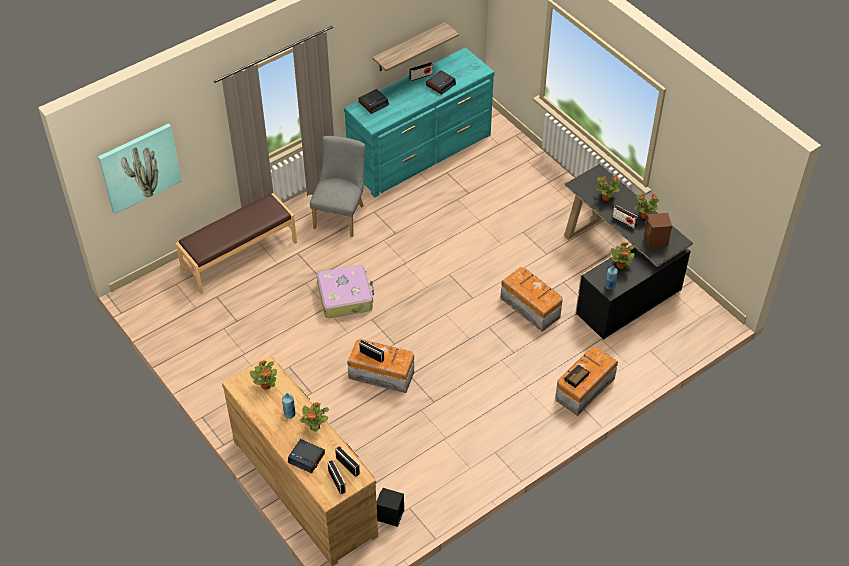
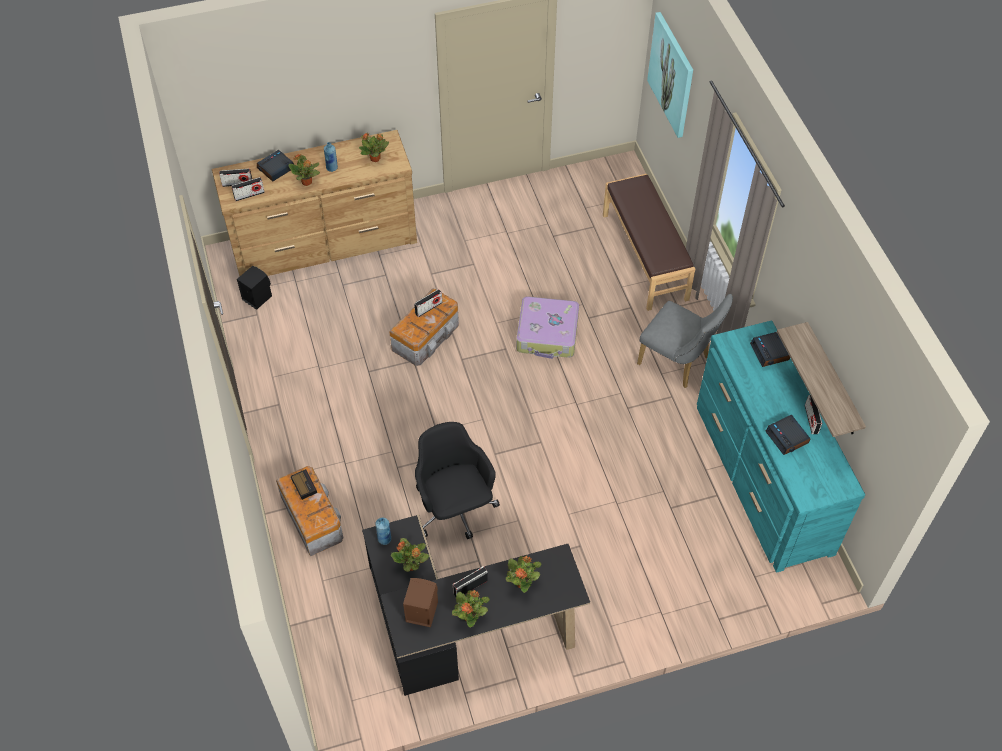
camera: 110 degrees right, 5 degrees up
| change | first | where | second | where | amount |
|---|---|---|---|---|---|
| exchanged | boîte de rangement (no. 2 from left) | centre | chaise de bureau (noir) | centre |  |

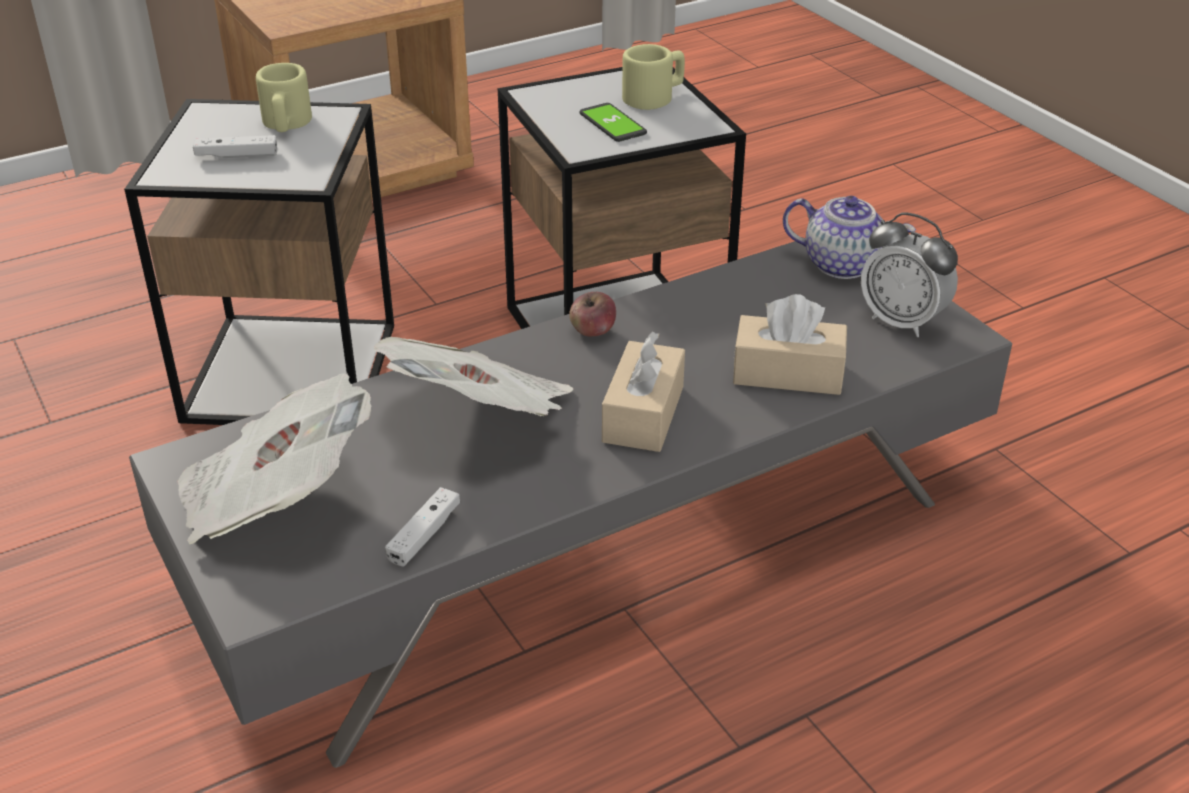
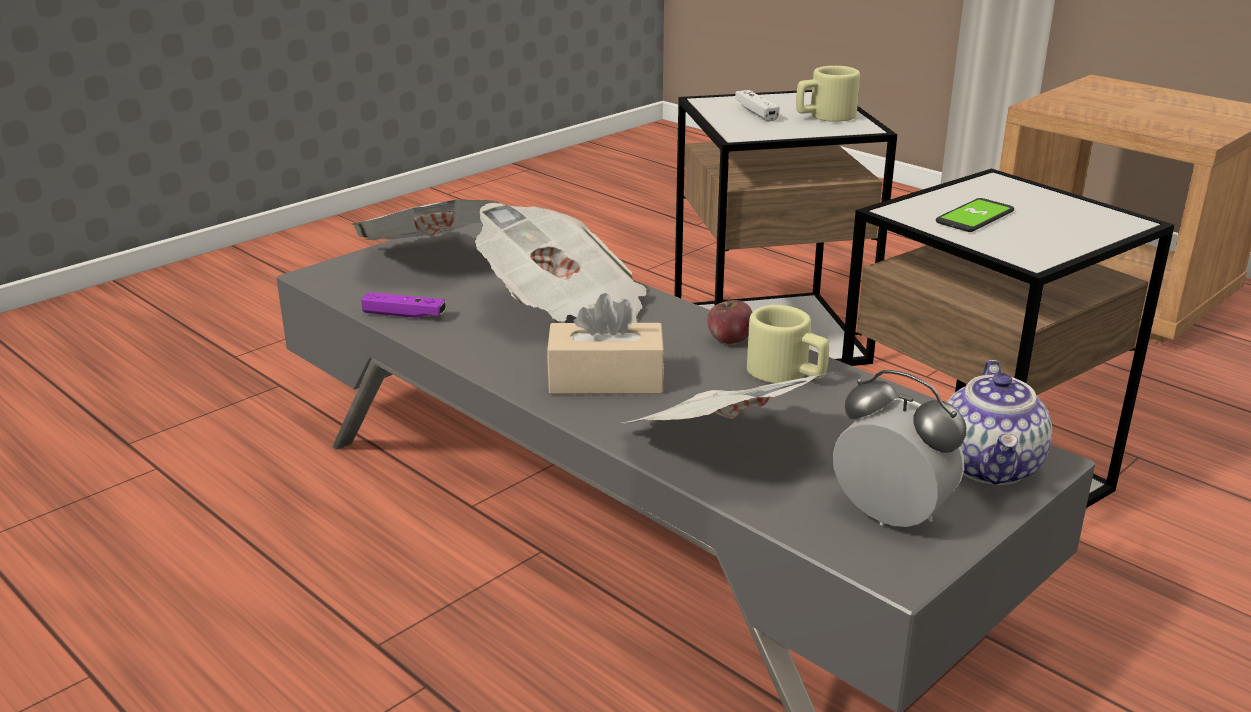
camera: 75 degrees right, 10 degrees down
| change | first | where | second | where | amount |
|---|---|---|---|---|---|
| colour | manette (blanc) (no. 2 from left) | centre | manette (violet) | middle left |  |
| relocated | mug (beige) (no. 2 from left in the first image) | top centre | mug (beige) (no. 1 from left) | centre |  |
| exchanged | boîte à mouchoirs (beige) (no. 2 from left) | centre | journal (no. 3 from left) | centre |  |
| spun | réveil | middle right |  | middle right | 105 degrees clockwise |

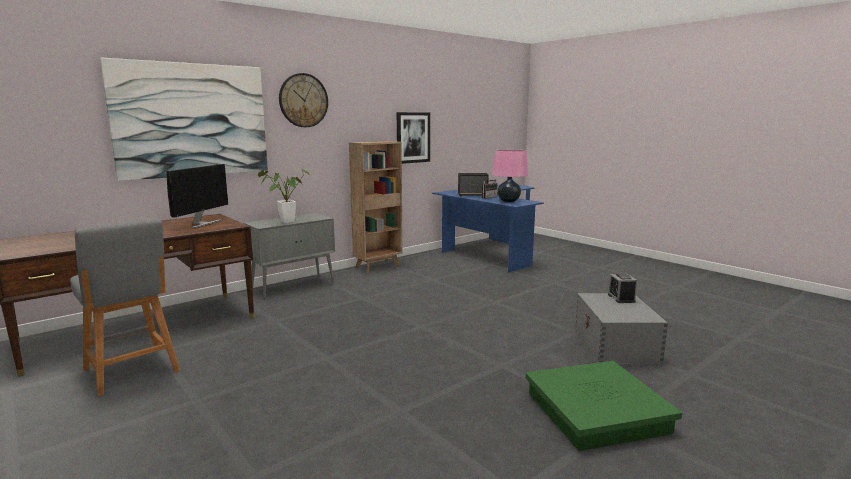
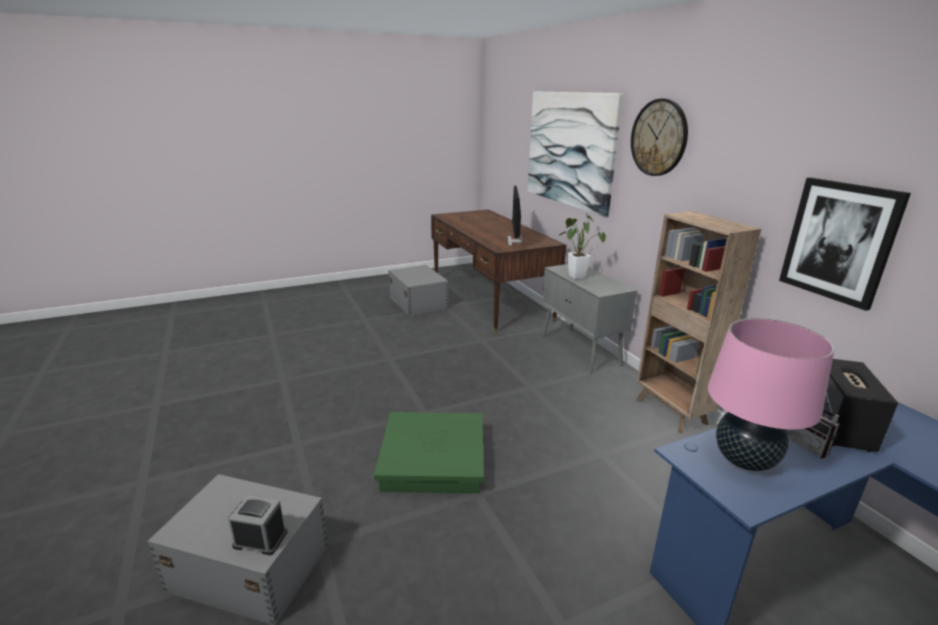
camera: 105 degrees right, 10 degrees up
| change | first | where | second | where | amount |
|---|---|---|---|---|---|
| exchanged | tabouret (gris) | middle left | boîte de rangement (gris) (no. 2 from left) | centre |  |
| spun | écran d'ordinateur | middle left |  | centre | 60 degrees clockwise |
| relocated | boîte de rangement (vert) | bottom right |  | bottom centre |  |

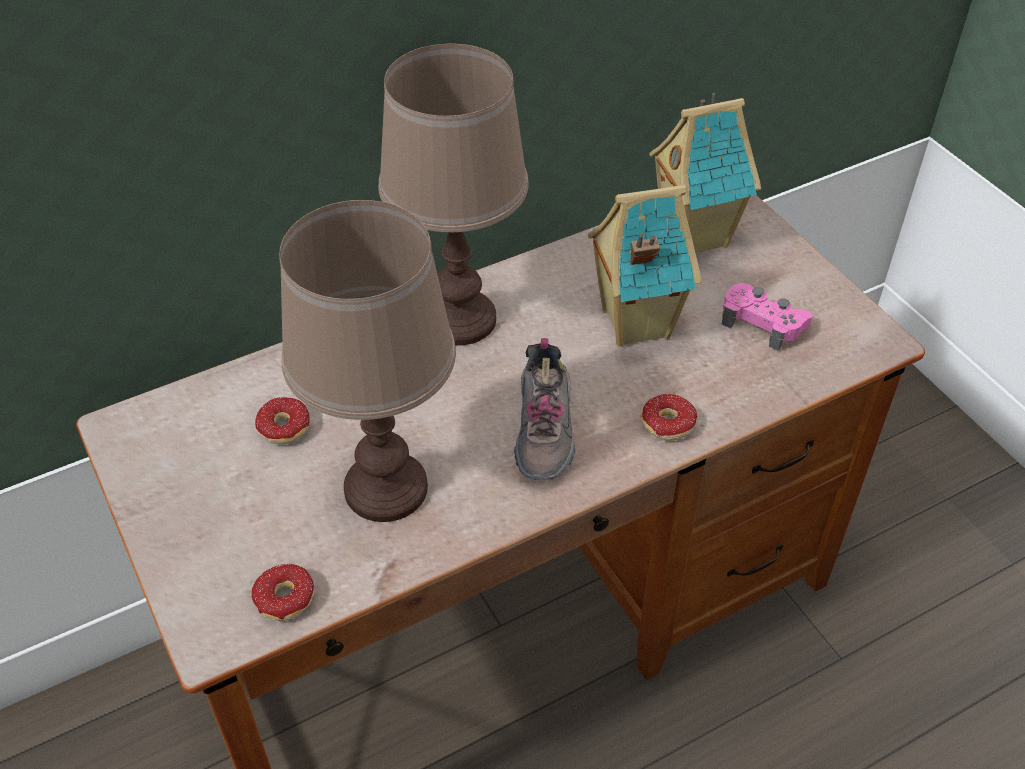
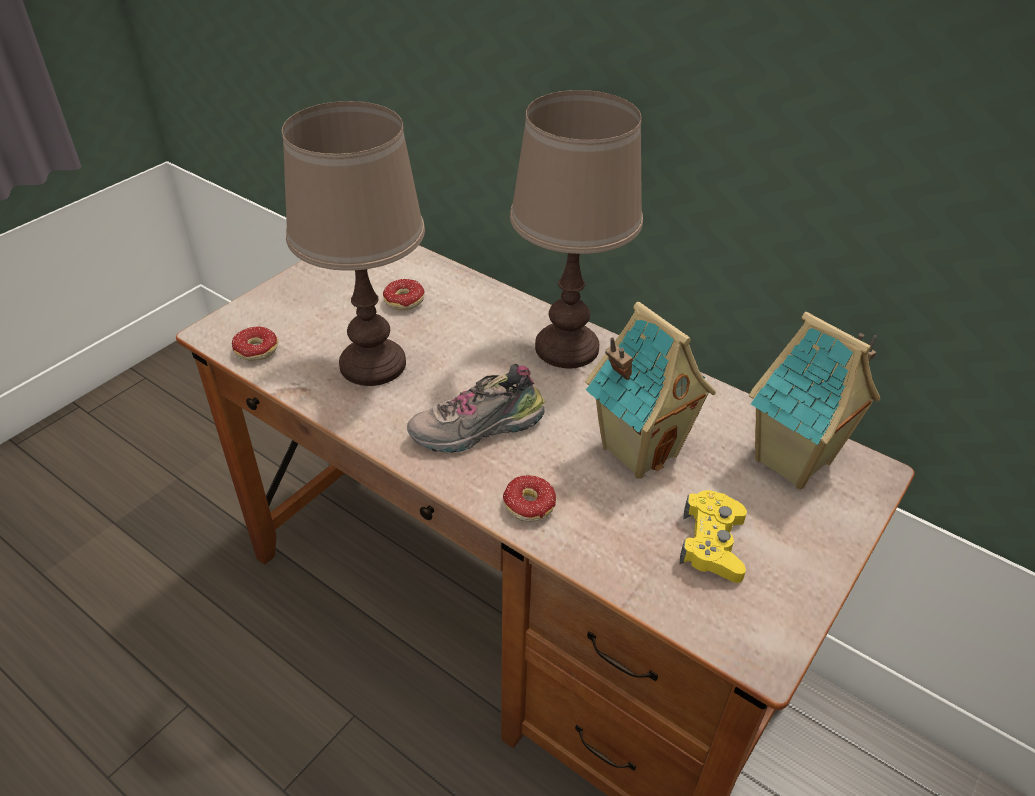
camera: 65 degrees right, 5 degrees down
| change | first | where | second | where | amount |
|---|---|---|---|---|---|
| colour | manette (rose) | middle right | manette (jaune) | bottom right |  |

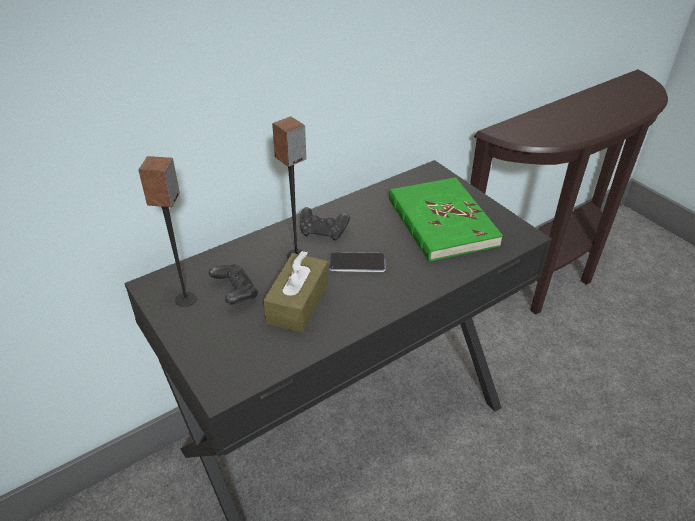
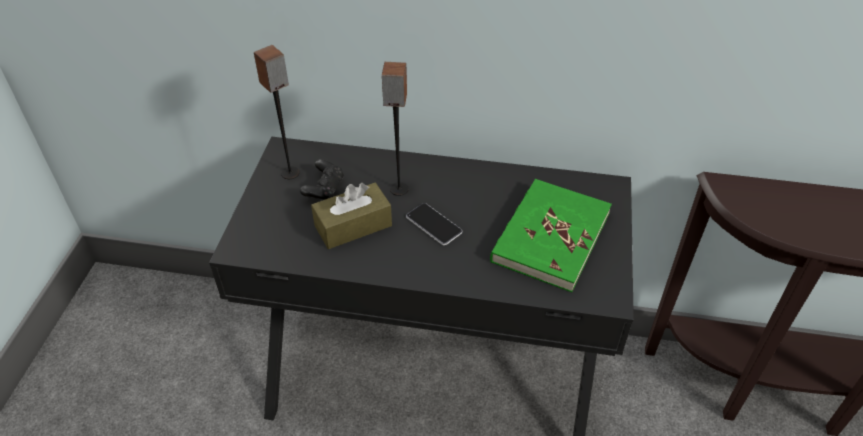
camera: 45 degrees right, 5 degrees up
| change | first | where | second | where | amount |
|---|---|---|---|---|---|
| missing | manette (noir) (no. 2 from left) | centre |  |  |  |

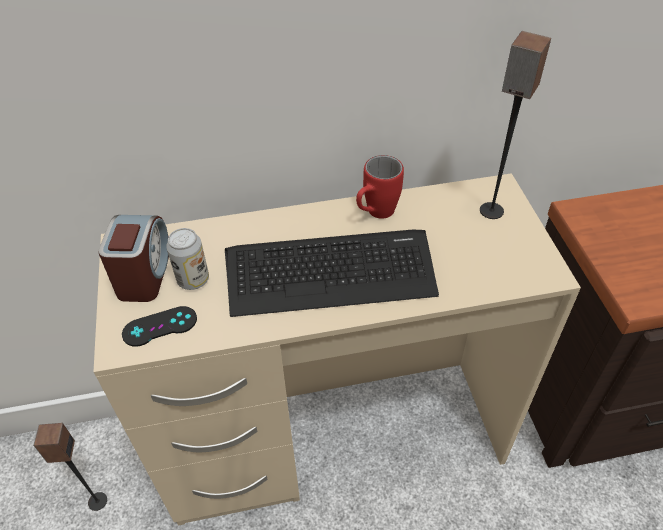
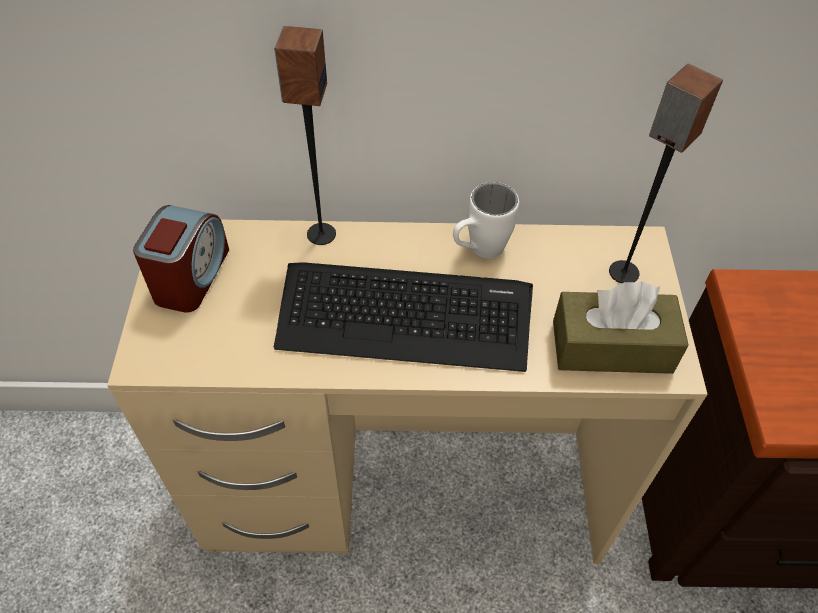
camera: 10 degrees right, 5 degrees up
| change | first | where | second | where | amount |
|---|---|---|---|---|---|
| relocated | enceinte (no. 1 from left) | bottom left |  | top centre |  |
| missing | manette (noir) | middle left |  |  |  |
| missing | boîte métallique | middle left |  |  |  |
| colour | mug (rouge) | centre | mug (blanc) | centre |  |
| appeared |  |  | boîte à mouchoirs (marron) | middle right |  |

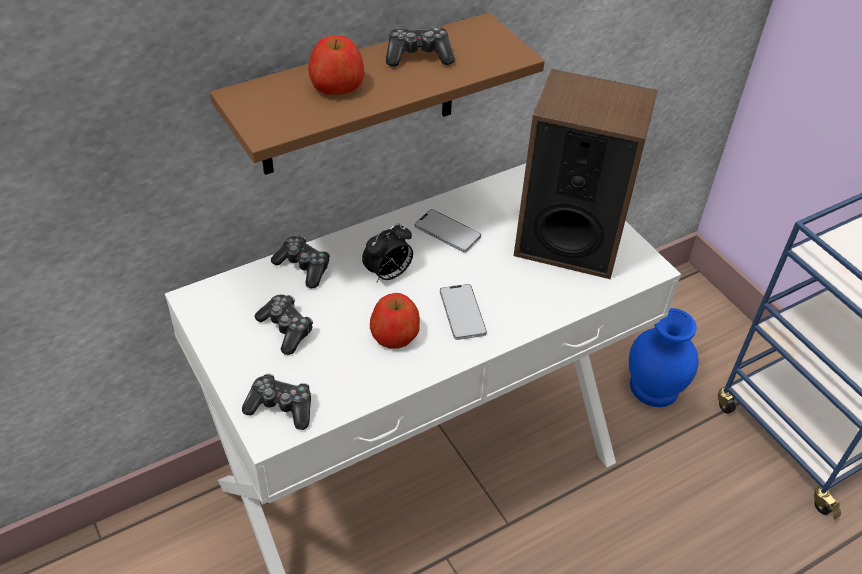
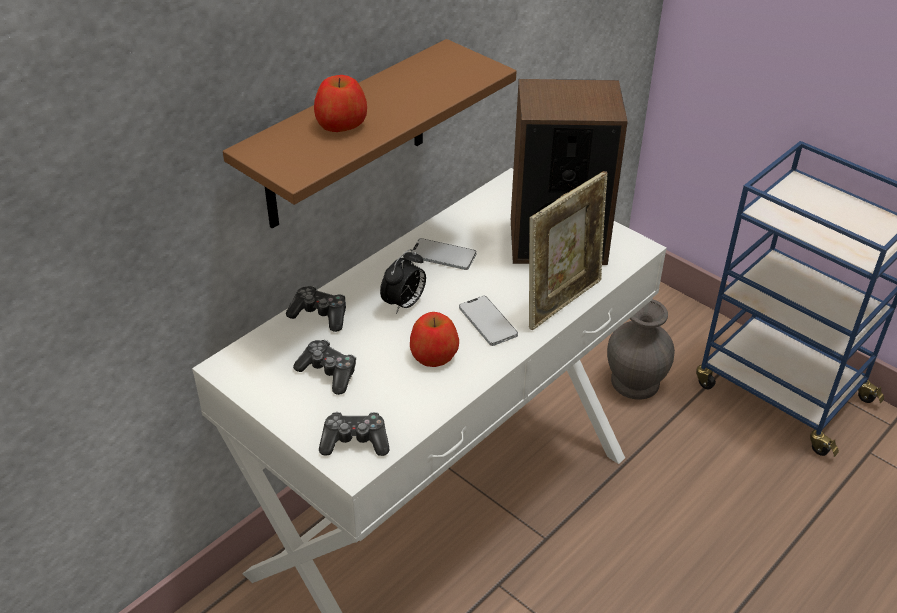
camera: 15 degrees left, 5 degrees down
| change | first | where | second | where | amount |
|---|---|---|---|---|---|
| missing | manette (no. 4 from left) | top centre |  |  |  |
| colour | vase (bleu) | middle right | vase (gris) | middle right |  |
| appeared |  |  | cadre photo | centre |  |

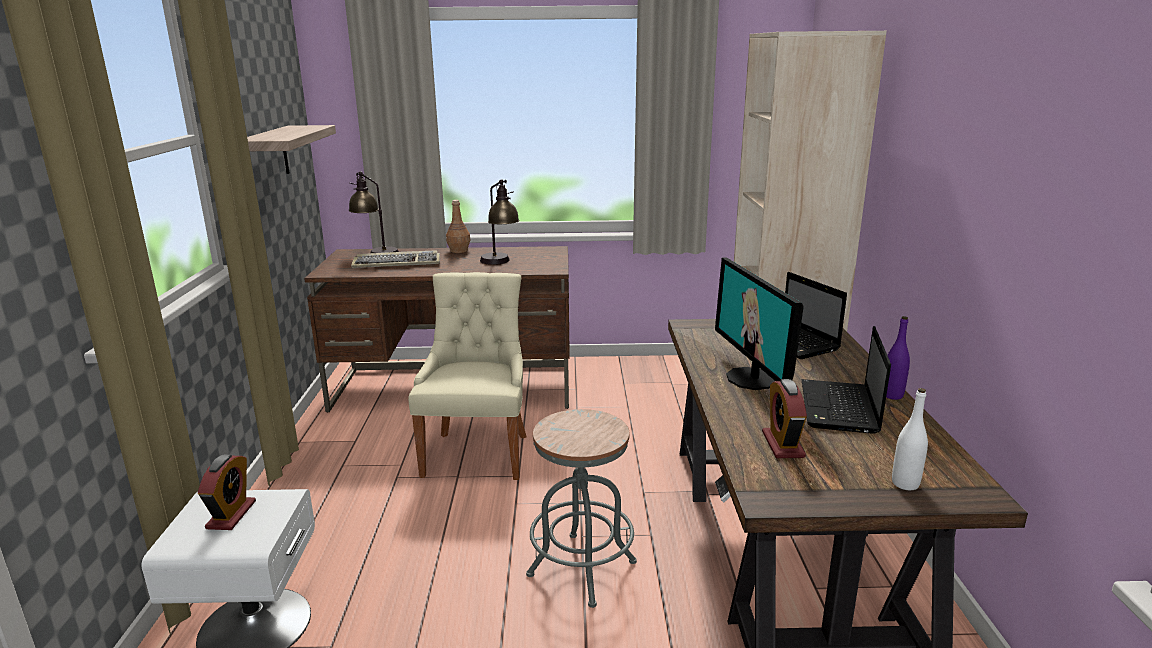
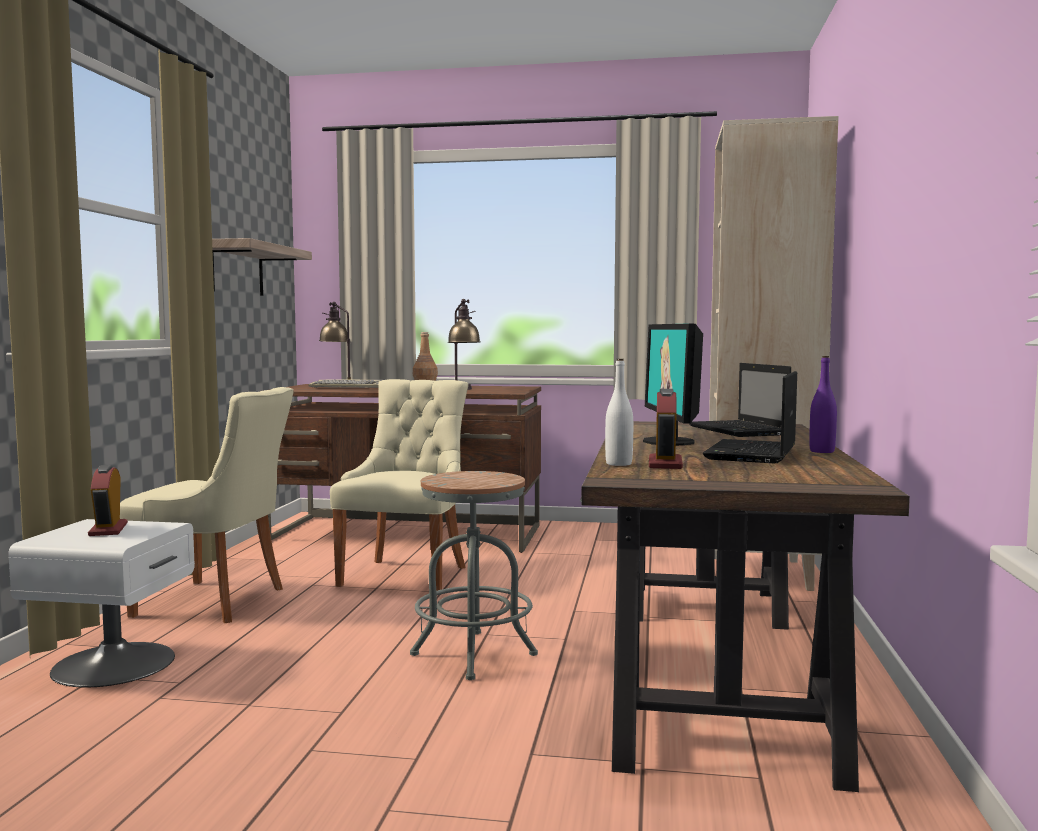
camera: 10 degrees right, 15 degrees down
| change | first | where | second | where | amount |
|---|---|---|---|---|---|
| spun | réveil (no. 1 from left) | bottom left |  | middle left | 150 degrees clockwise |
| relocated | bouteille (blanc) | bottom right |  | centre |  |
| appeared |  |  | chaise (beige) (no. 1 from left) | middle left |  |

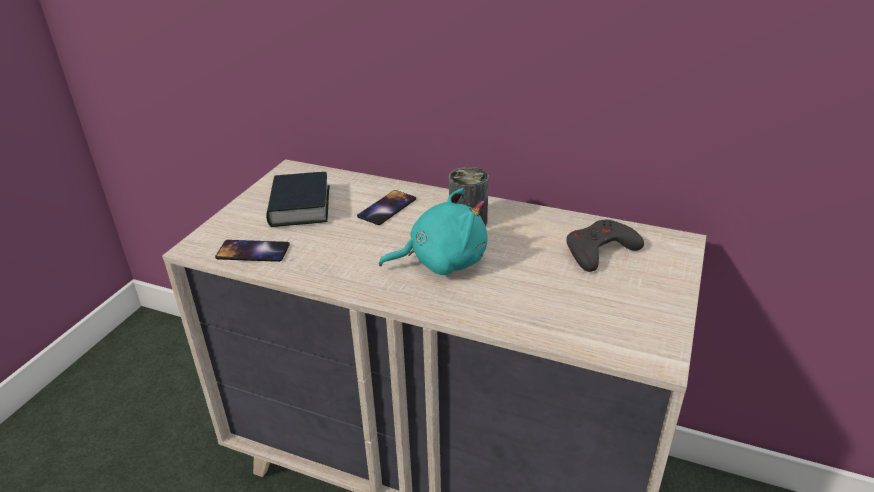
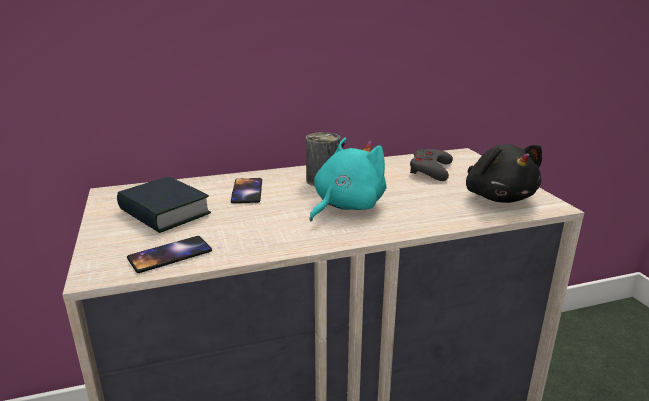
camera: 40 degrees left, 10 degrees down
| change | first | where | second | where | amount |
|---|---|---|---|---|---|
| appeared |  |  | peluche (noir) | middle right |  |

